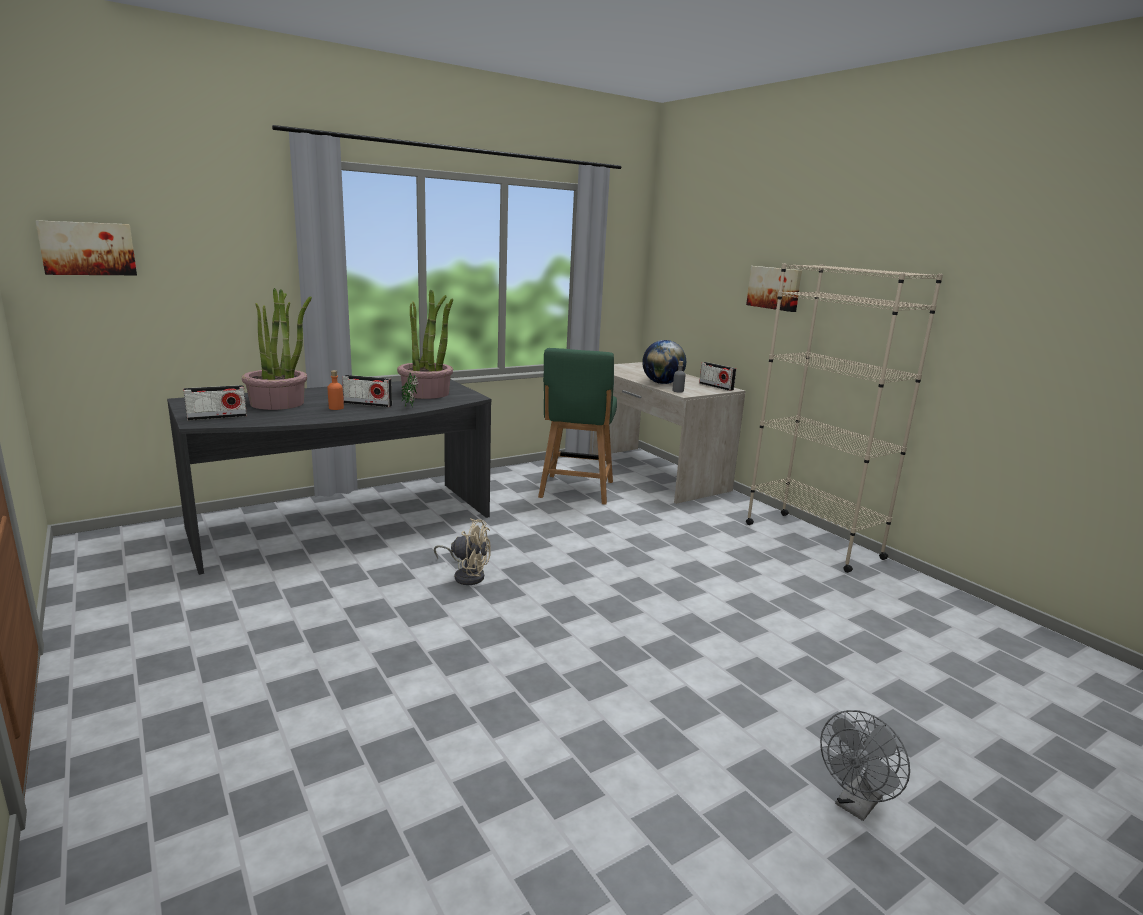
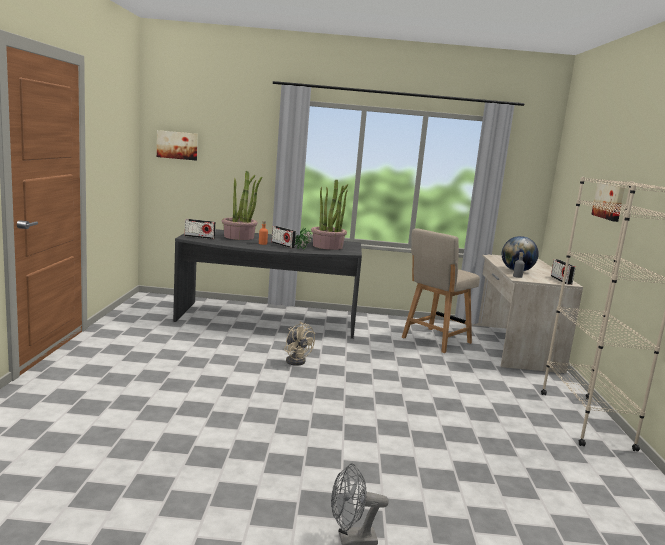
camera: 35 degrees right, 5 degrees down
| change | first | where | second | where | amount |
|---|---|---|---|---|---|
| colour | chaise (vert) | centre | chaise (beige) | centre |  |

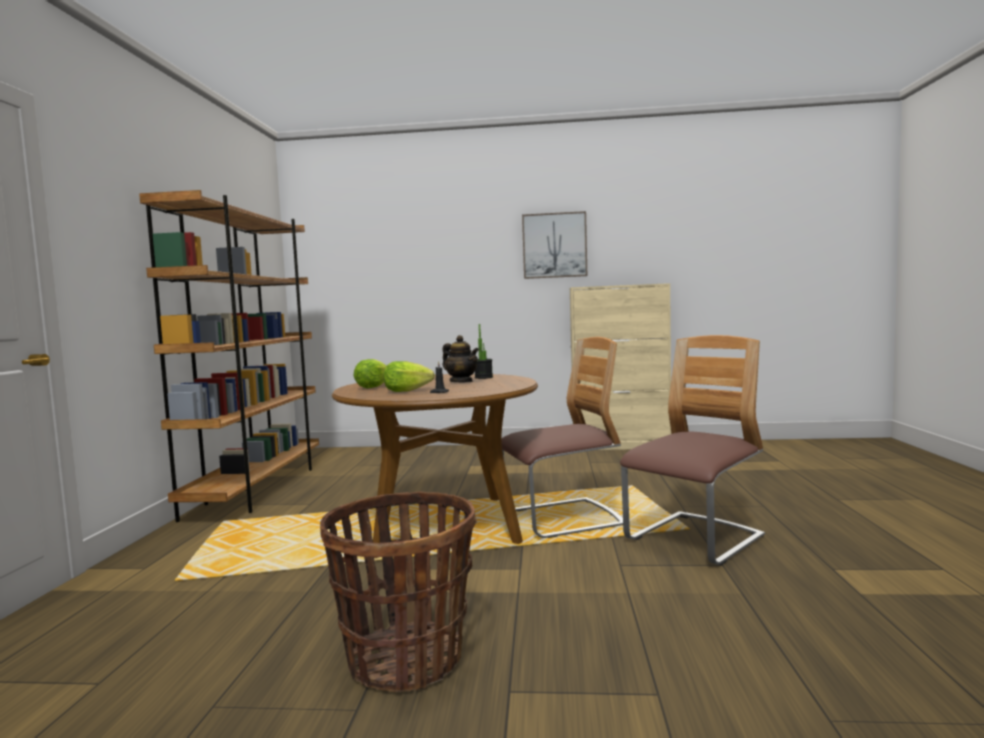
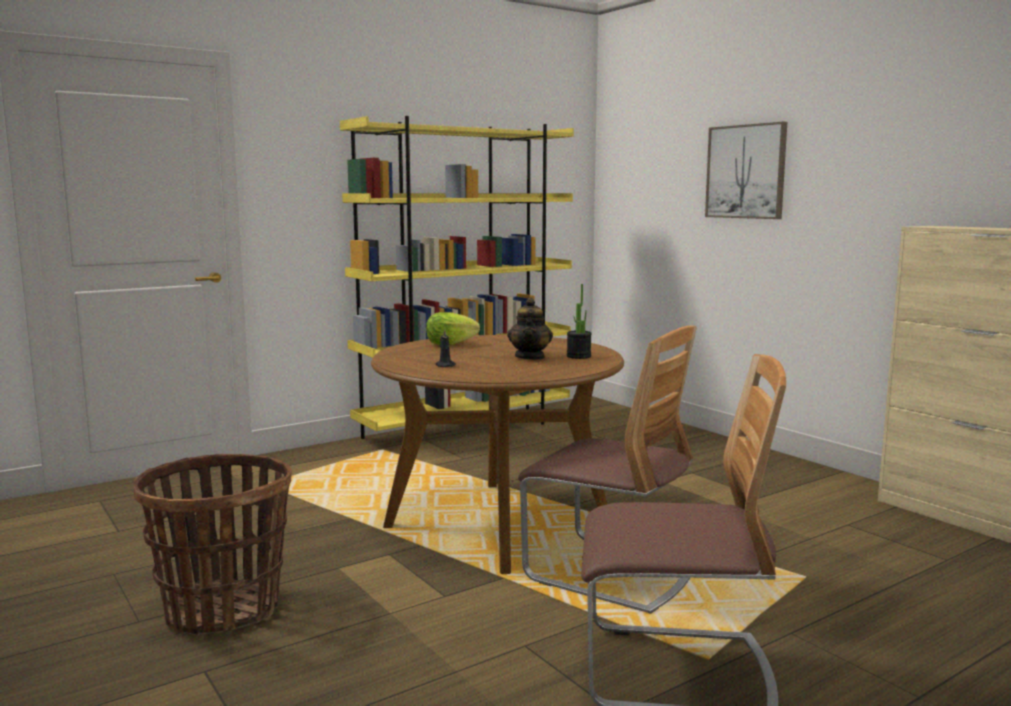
camera: 50 degrees right, 5 degrees up
| change | first | where | second | where | amount |
|---|---|---|---|---|---|
| colour | bibliothèque (marron) | middle left | bibliothèque (jaune) | centre |  |
| missing | laitue (no. 2 from left) | centre |  |  |  |
| relocated | tableau | top centre |  | top right |  |

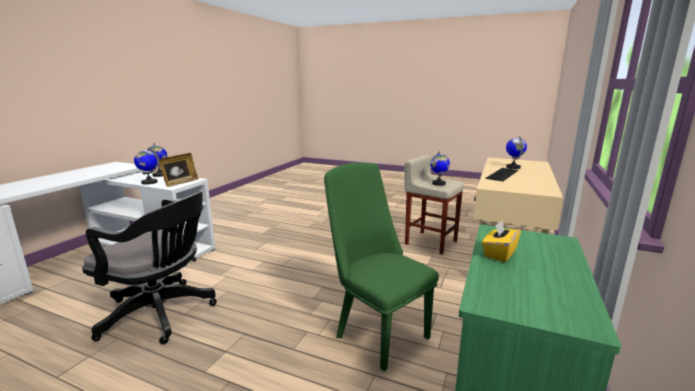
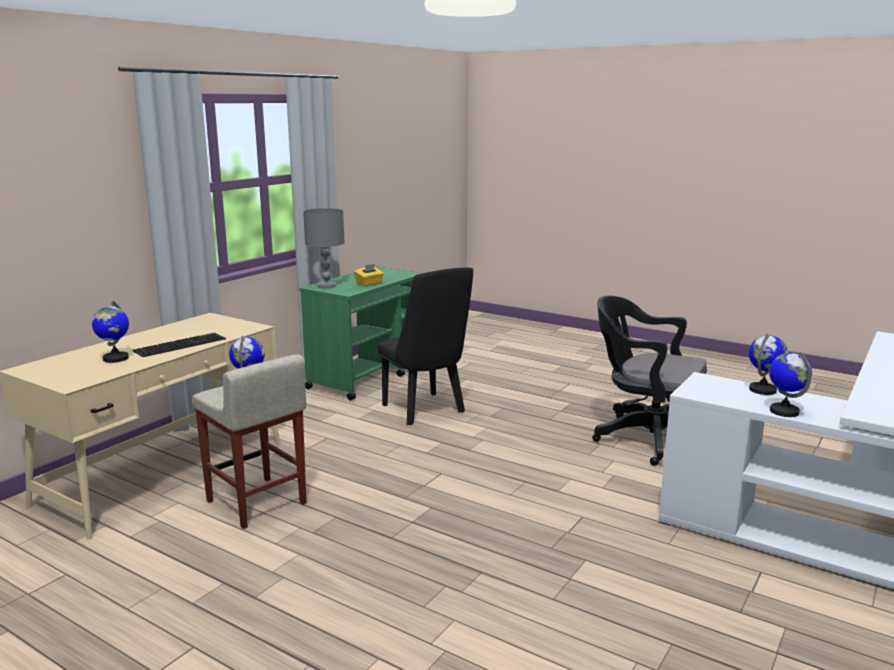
camera: 170 degrees left, 0 degrees up
| change | first | where | second | where | amount |
|---|---|---|---|---|---|
| missing | cadre photo | middle left |  |  |  |
| colour | chaise (vert) | bottom centre | chaise (noir) | centre |  |
| appeared |  |  | lampe de table (gris) | centre |  |

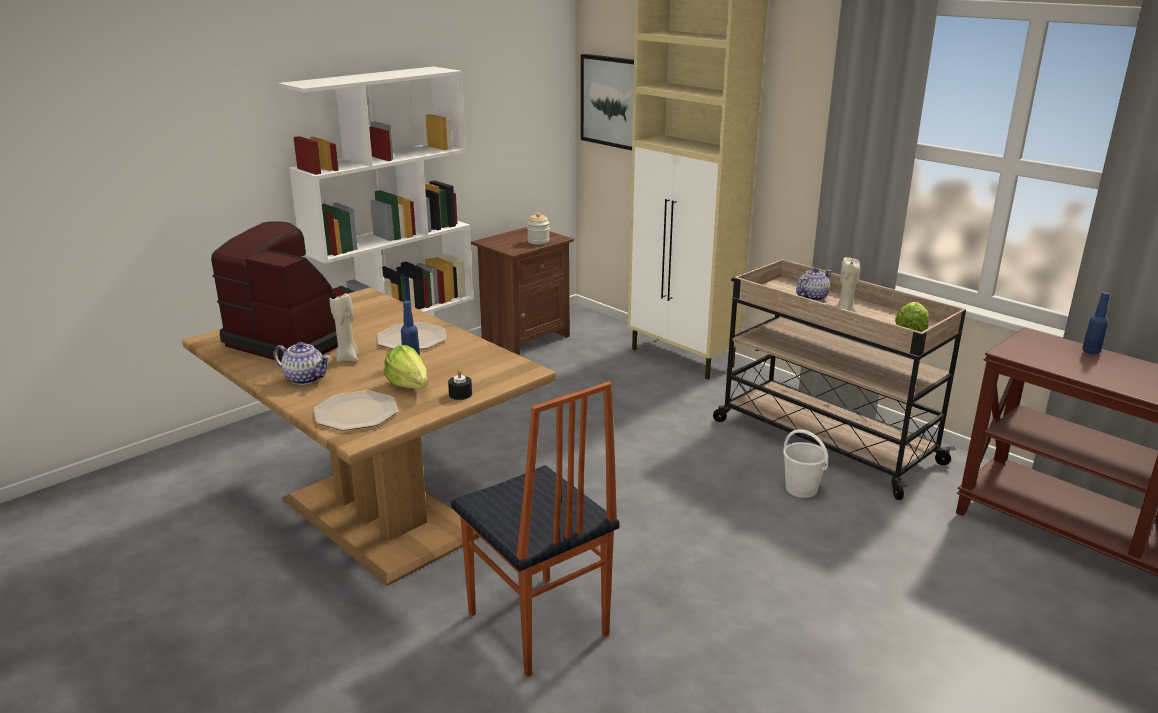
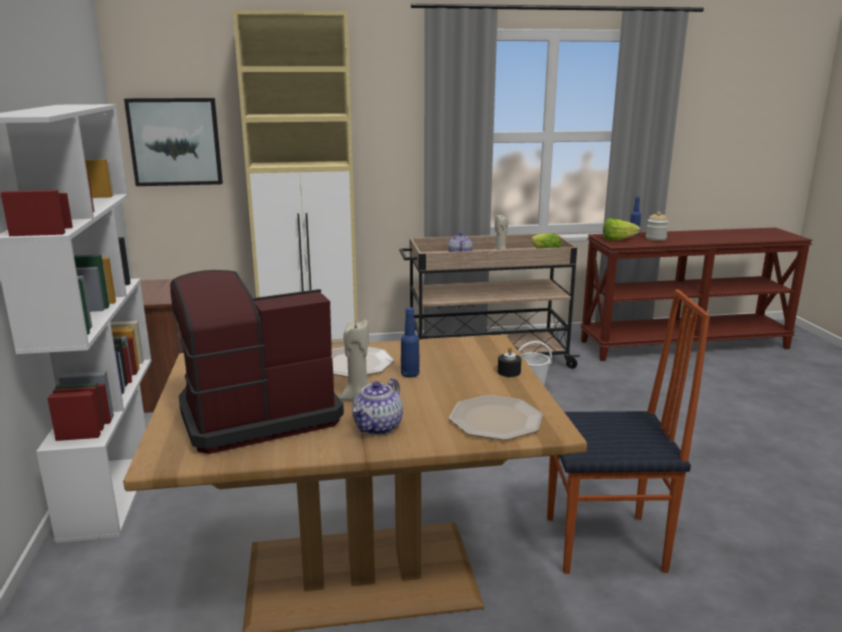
camera: 55 degrees left, 5 degrees down
| change | first | where | second | where | amount |
|---|---|---|---|---|---|
| spun | théière (no. 1 from left) | middle left |  | centre | 150 degrees clockwise |
| relocated | laitue (no. 1 from left in the first image) | centre | laitue (no. 2 from left) | middle right |  |
| relocated | bocal | top centre |  | middle right |  |

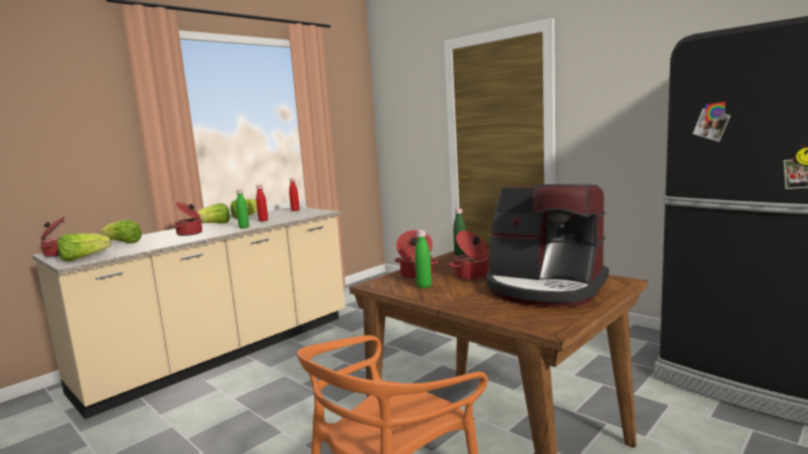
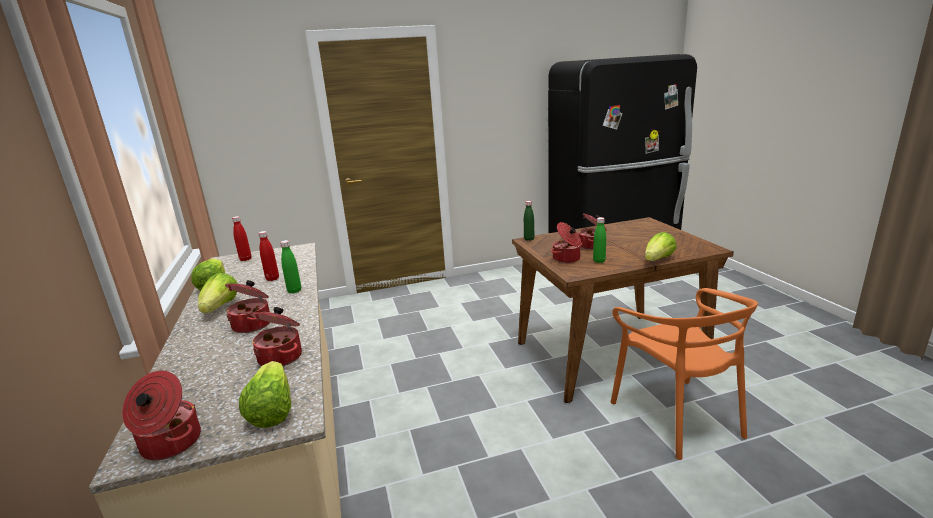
camera: 60 degrees left, 10 degrees up
| change | first | where | second | where | amount |
|---|---|---|---|---|---|
| relocated | laitue (no. 2 from left in the first image) | middle left | laitue (no. 4 from left) | middle right |  |
| missing | machine à café | middle right |  |  |  |
| appeared |  |  | marmite (no. 3 from left) | middle left |  |

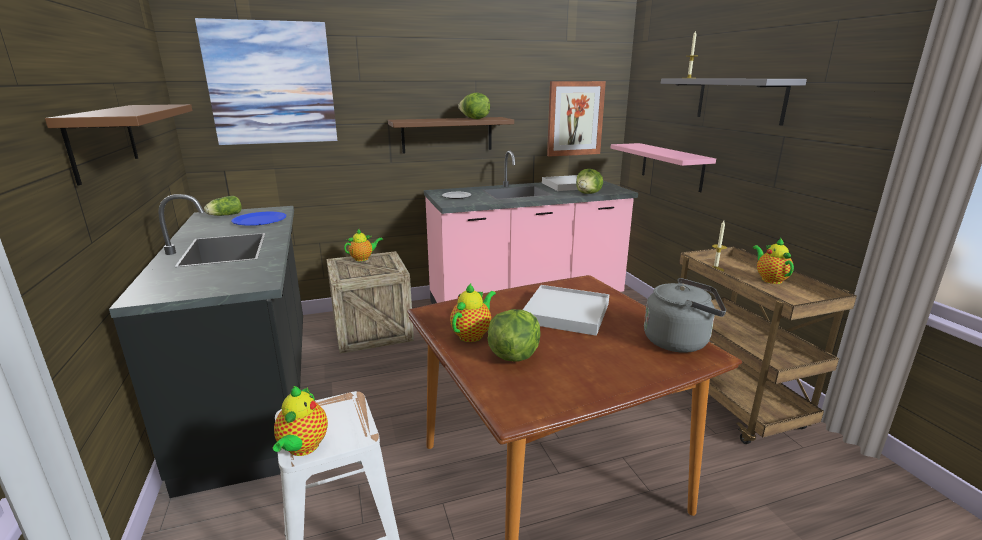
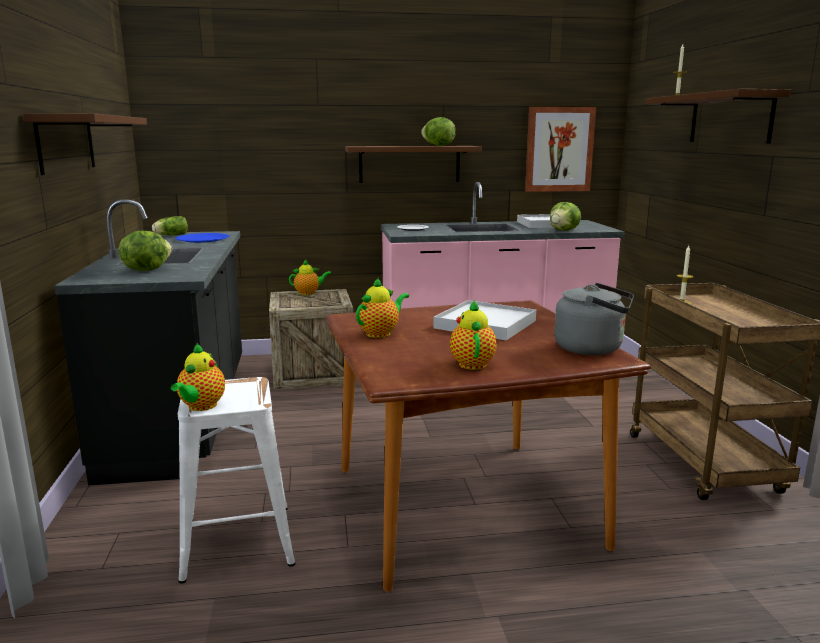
camera: 10 degrees right, 5 degrees down
| change | first | where | second | where | amount |
|---|---|---|---|---|---|
| missing | tableau (no. 1 from left) | top left |  |  |  |
| relocated | laitue (no. 3 from left in the first image) | centre | laitue (no. 1 from left) | middle left |  |
| missing | étagère (rose) | top right |  |  |  |
| colour | étagère (gris) | top right | étagère (marron) (no. 3 from left) | top right |  |
| relocated | théière (no. 4 from left) | middle right |  | centre |  |

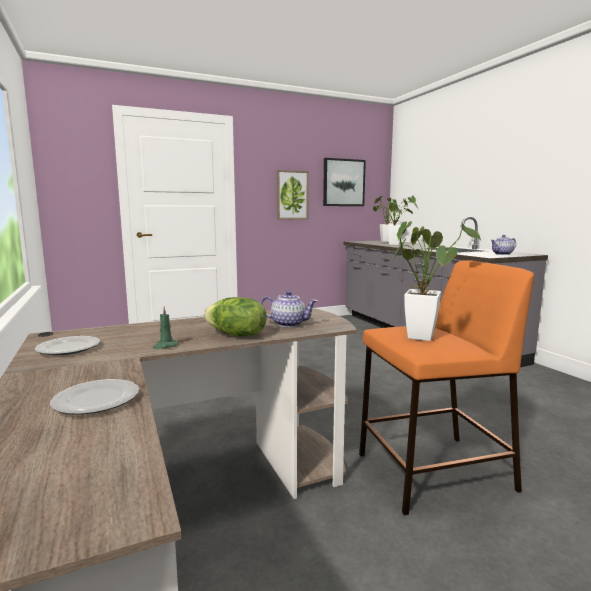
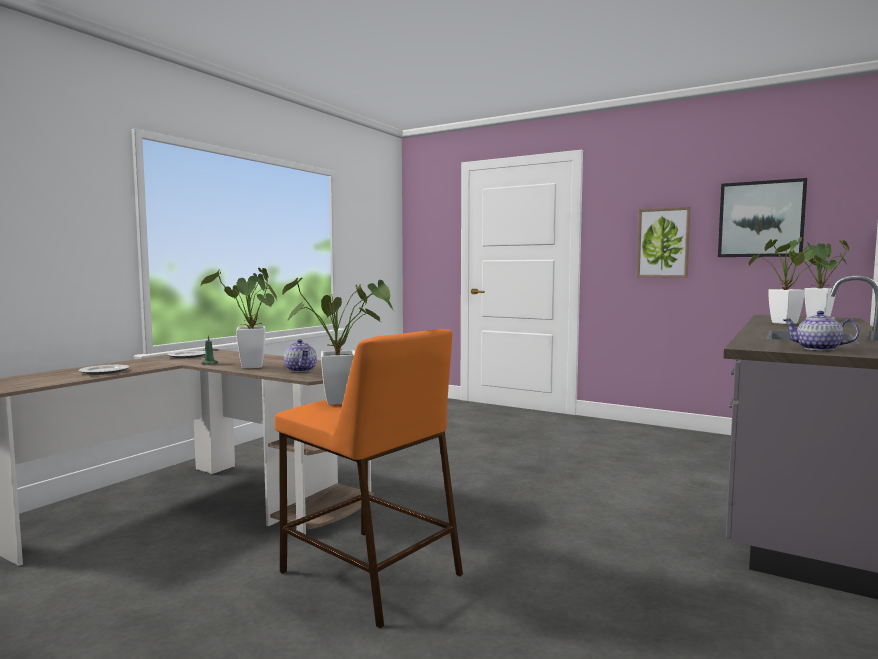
camera: 55 degrees right, 5 degrees down
| change | first | where | second | where | amount |
|---|---|---|---|---|---|
| exchanged | laitue | centre | plante en pot (no. 1 from left) | middle left |  |

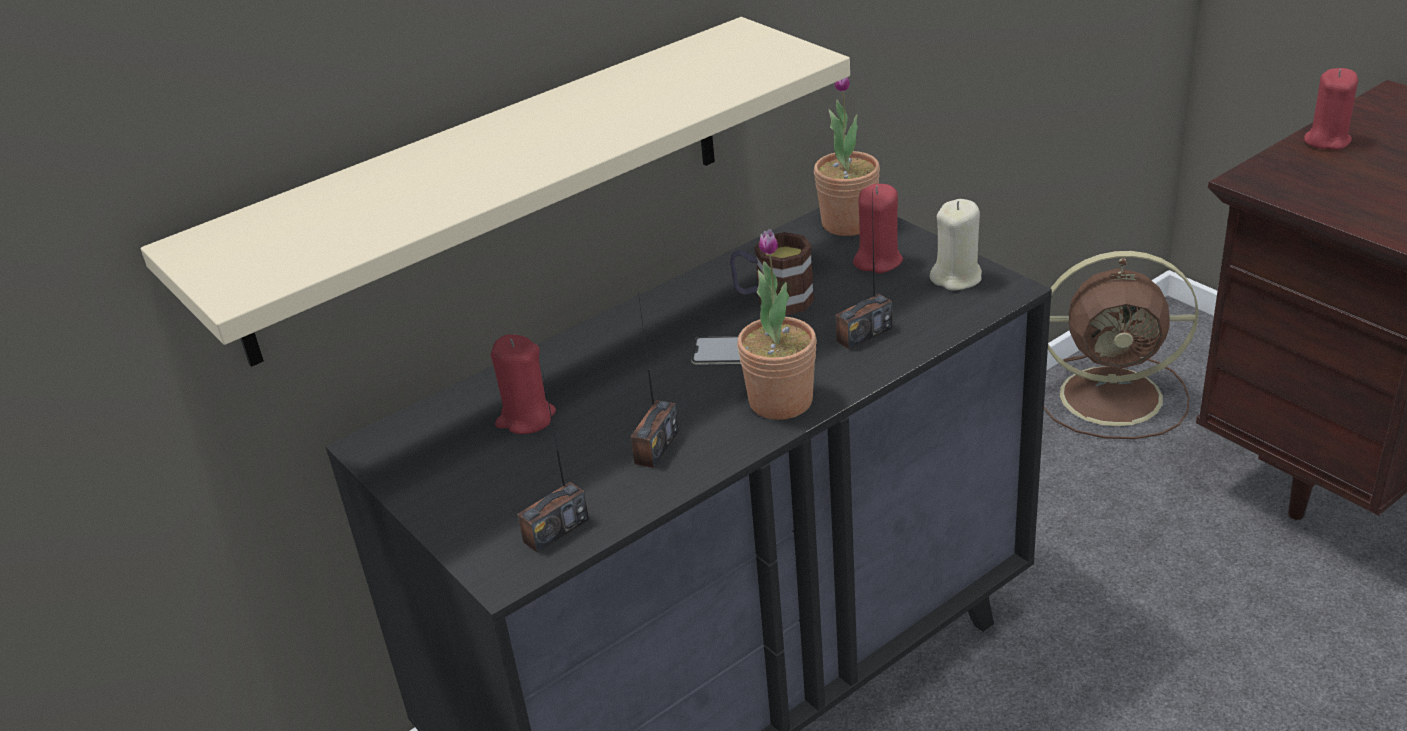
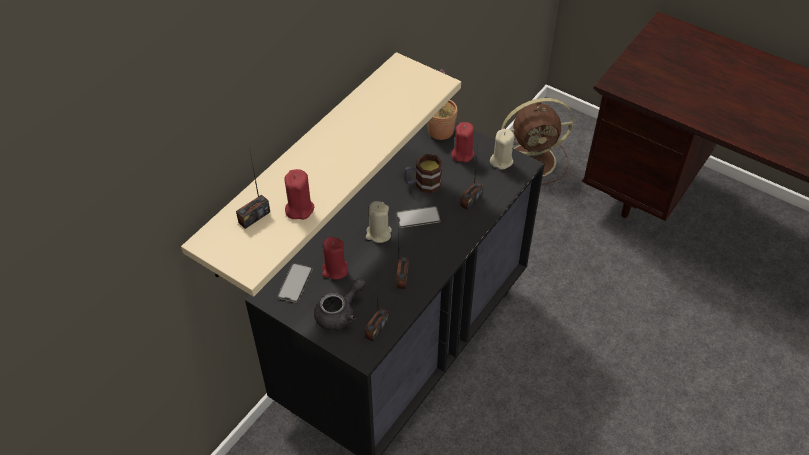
camera: 20 degrees left, 15 degrees up
| change | first | where | second | where | amount |
|---|---|---|---|---|---|
| missing | plante en pot (no. 1 from left) | centre |  |  |  |
| relocated | bougie (rouge) (no. 3 from left in the first image) | top right | bougie (rouge) (no. 1 from left) | centre |  |
| appeared |  |  | radio (no. 1 from left) | middle left |  |
| appeared |  |  | téléphone (no. 1 from left) | centre |  |
| appeared |  |  | théière (gris) | bottom centre |  |
| appeared |  |  | bougie (beige) (no. 1 from left) | centre |  |

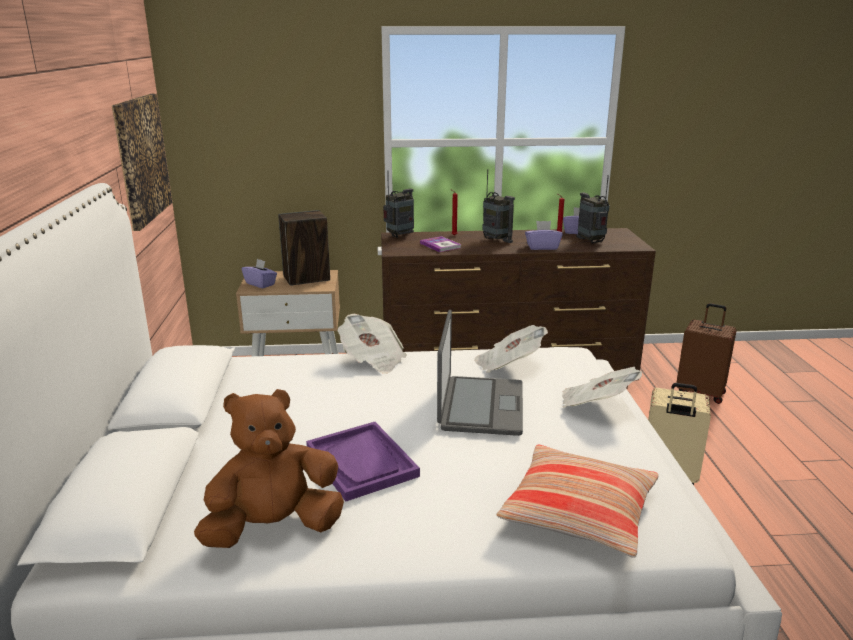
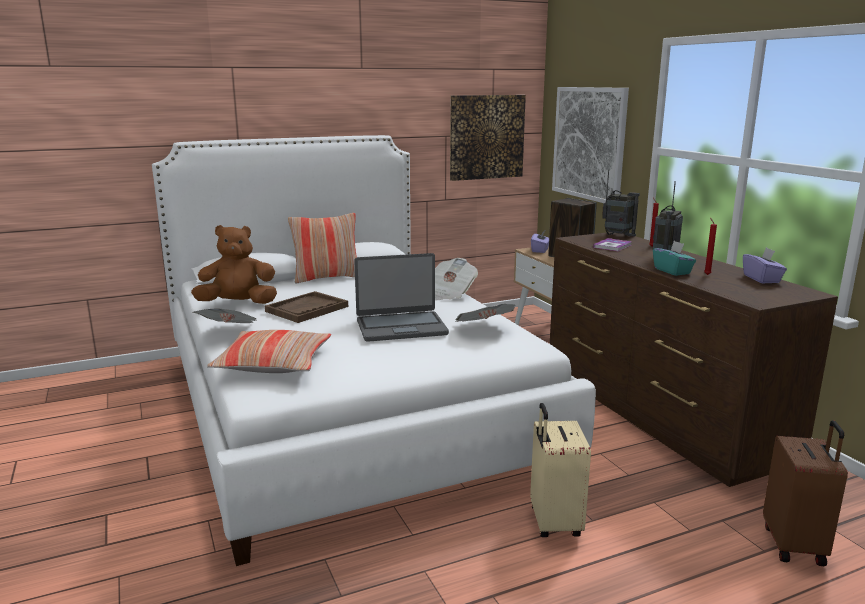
camera: 70 degrees right, 5 degrees down
| change | first | where | second | where | amount |
|---|---|---|---|---|---|
| spun | peluche (marron) | bottom left |  | middle left | 60 degrees counterclockwise |
| colour | plateau (violet) | bottom centre | plateau (marron) | centre |  |
| colour | boîte à mouchoirs (violet) (no. 2 from left) | centre | boîte à mouchoirs (turquoise) | middle right |  |
| relocated | journal (no. 3 from left in the first image) | middle right | journal (no. 1 from left) | middle left |  |
| missing | radio (no. 3 from left) | top right |  |  |  |
| appeared |  |  | coussin (no. 2 from left) | centre |  |
| appeared |  |  | tableau (no. 2 from left) | top right |  |

